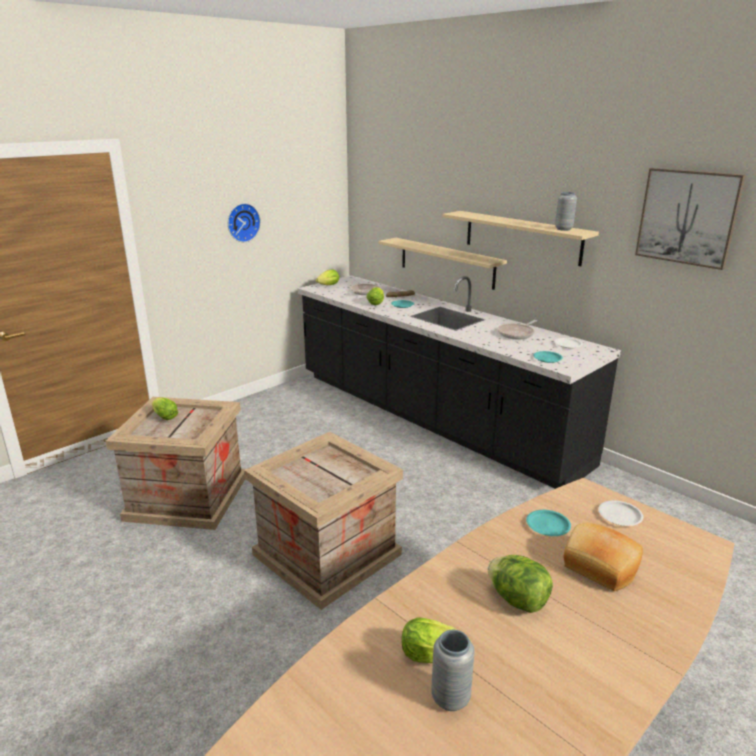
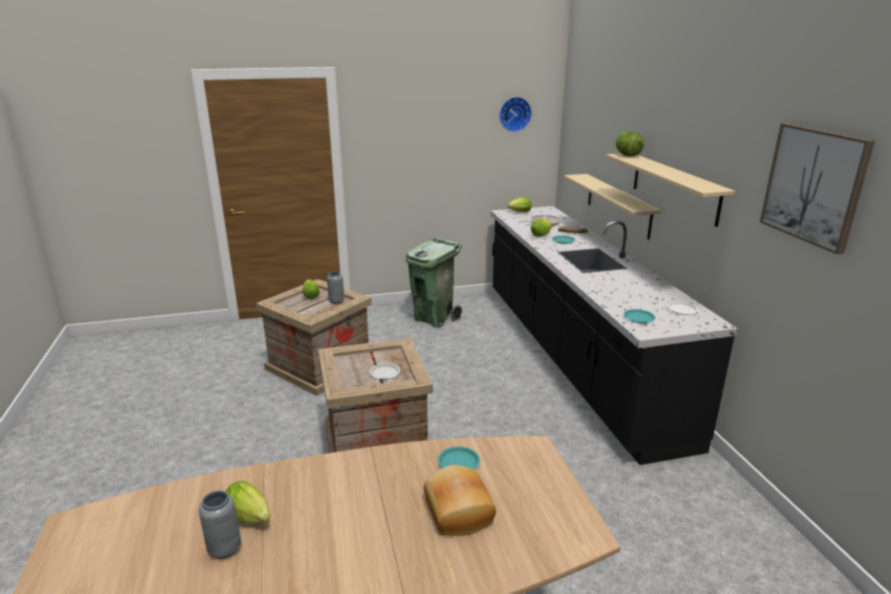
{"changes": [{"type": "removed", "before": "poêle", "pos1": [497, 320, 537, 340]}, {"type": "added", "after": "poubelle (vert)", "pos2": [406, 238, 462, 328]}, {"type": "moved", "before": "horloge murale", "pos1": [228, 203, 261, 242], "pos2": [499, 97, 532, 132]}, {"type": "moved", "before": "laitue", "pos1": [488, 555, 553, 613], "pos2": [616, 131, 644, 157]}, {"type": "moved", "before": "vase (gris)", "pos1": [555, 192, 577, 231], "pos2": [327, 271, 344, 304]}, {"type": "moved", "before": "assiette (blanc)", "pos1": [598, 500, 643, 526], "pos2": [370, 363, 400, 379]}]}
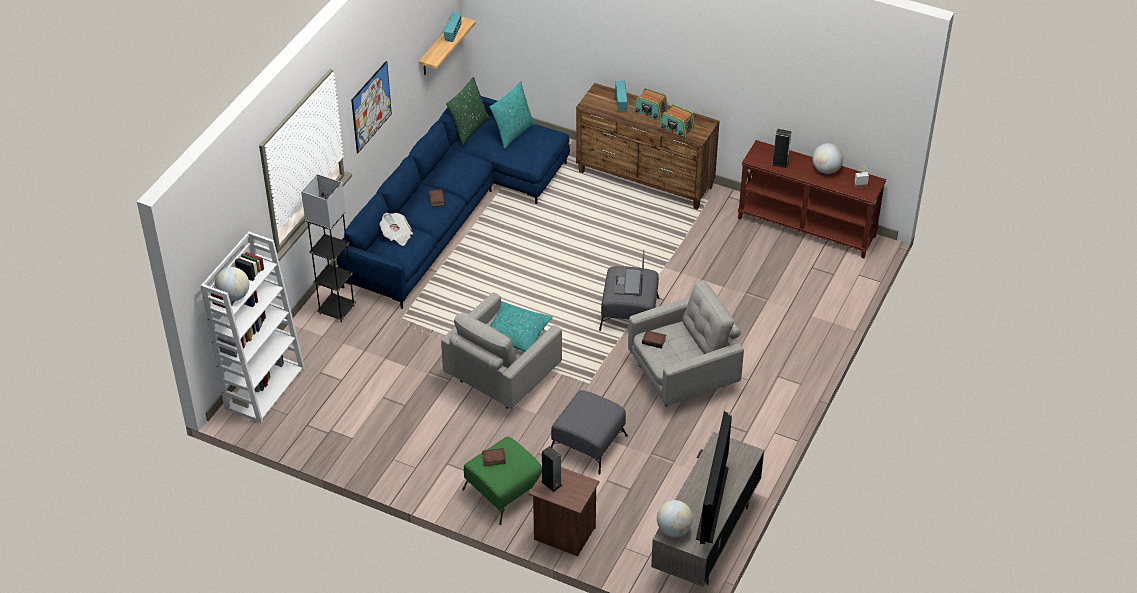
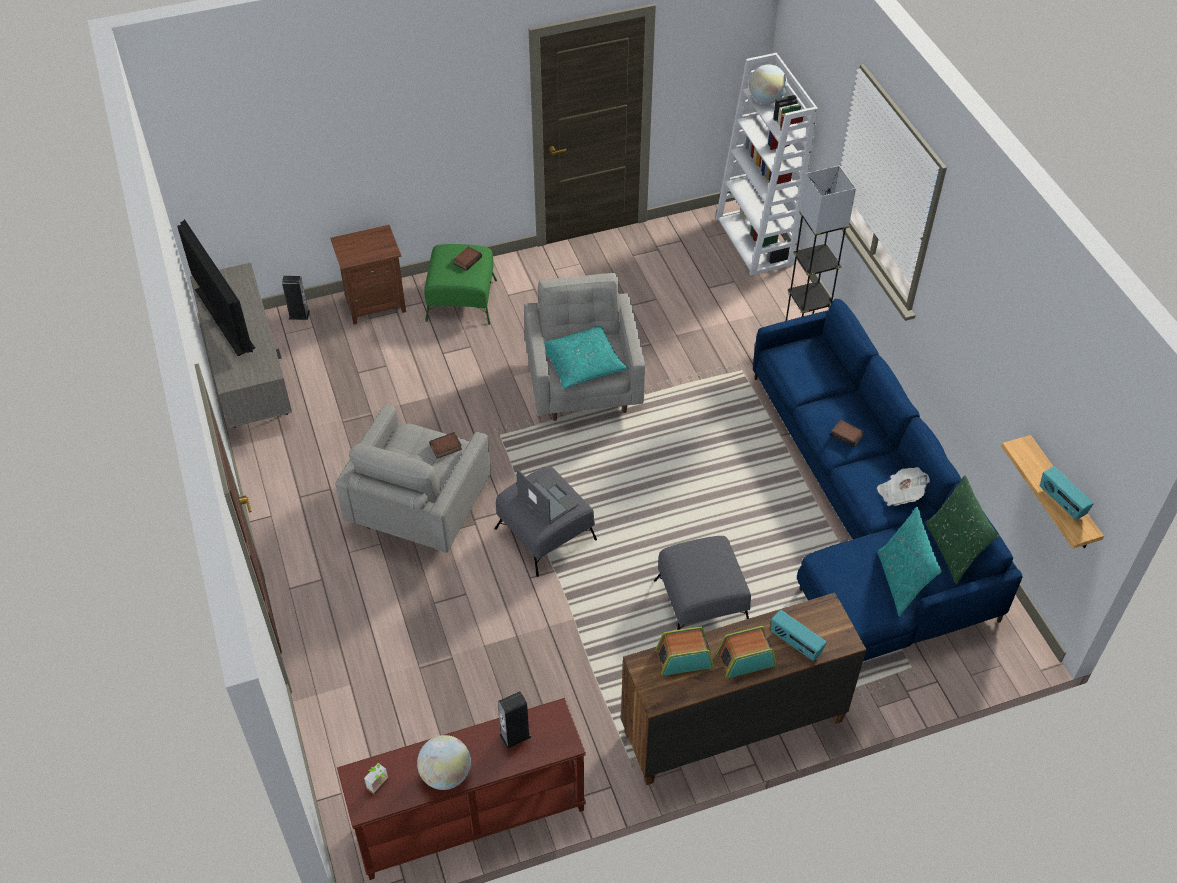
{"changes": [{"type": "removed", "before": "tableau", "pos1": [351, 61, 392, 153]}, {"type": "removed", "before": "globe", "pos1": [657, 500, 693, 537]}, {"type": "moved", "before": "journal", "pos1": [379, 213, 413, 246], "pos2": [877, 467, 930, 506]}, {"type": "moved", "before": "enceinte", "pos1": [541, 446, 563, 492], "pos2": [282, 276, 310, 320]}, {"type": "moved", "before": "pouf (gris)", "pos1": [551, 390, 628, 475], "pos2": [654, 536, 751, 630]}]}
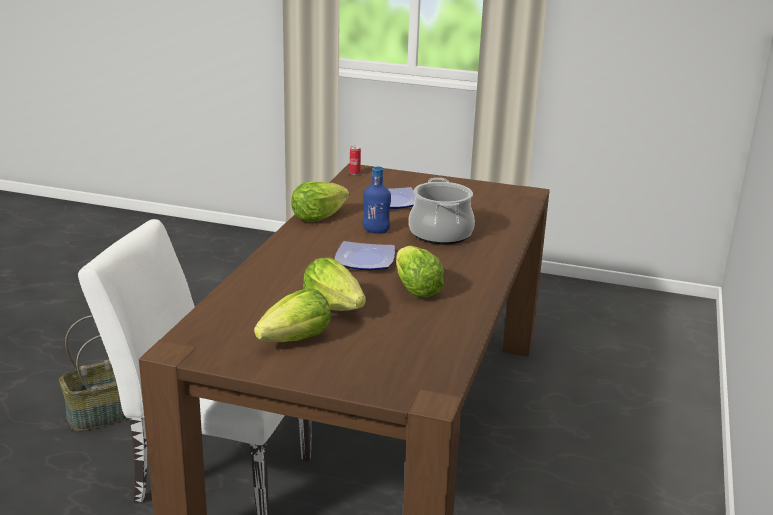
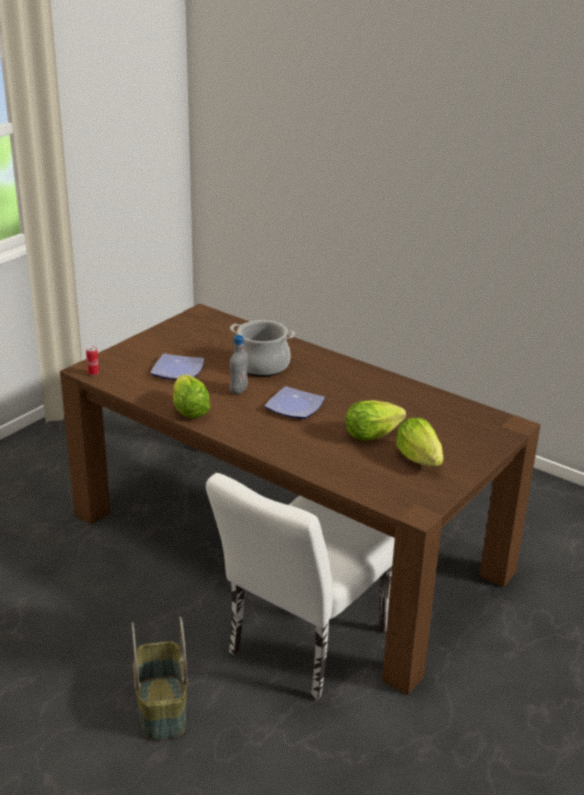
{"changes": [{"type": "removed", "before": "laitue", "pos1": [396, 246, 444, 297]}, {"type": "recoloured", "before": "bouteille (bleu)", "after": "bouteille (gris)", "pos1": [363, 166, 391, 234], "pos2": [230, 335, 248, 395]}]}
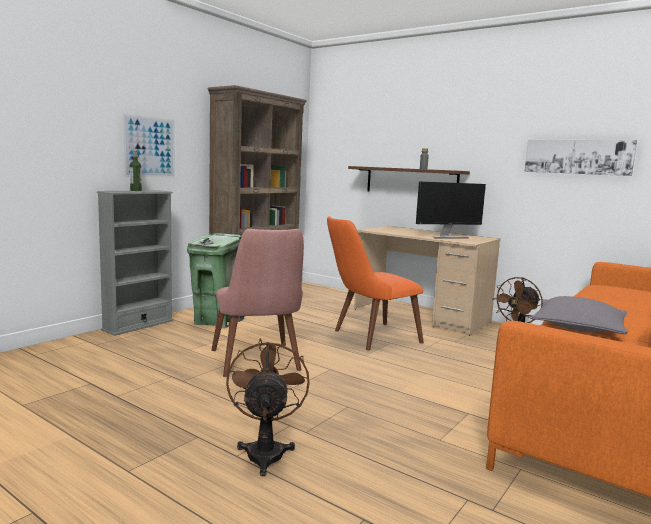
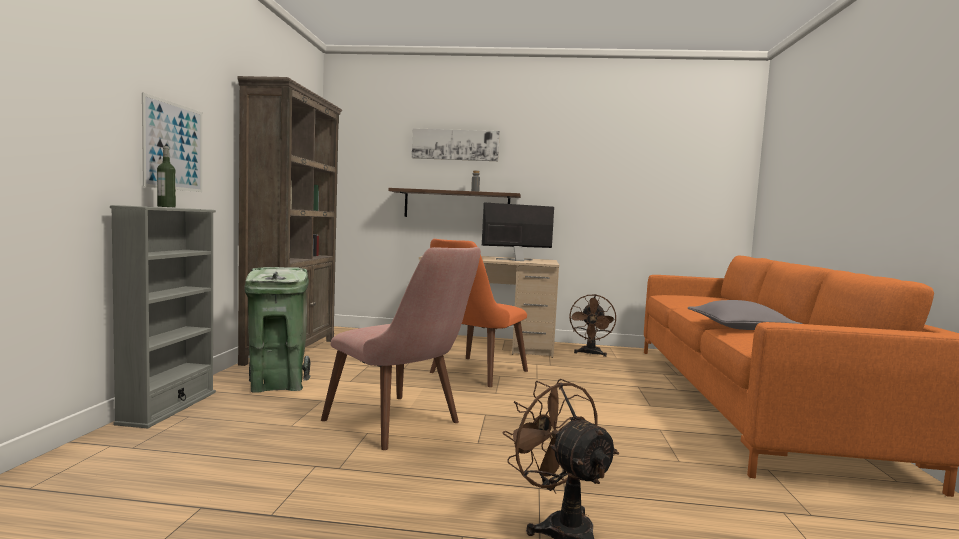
{"changes": [{"type": "moved", "before": "tableau", "pos1": [525, 140, 637, 176], "pos2": [412, 128, 500, 161]}, {"type": "turned", "before": "écran d'ordinateur", "pos1": [416, 181, 486, 239], "pos2": [482, 203, 554, 261], "turn": -150}]}
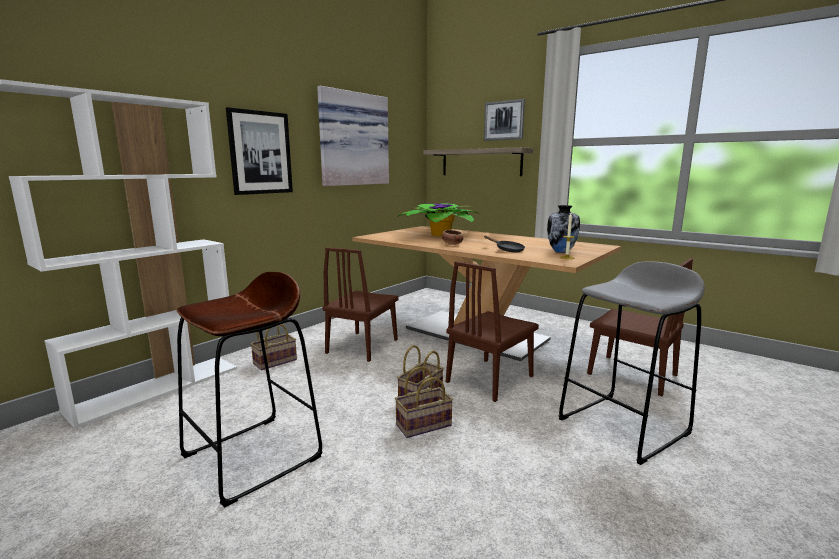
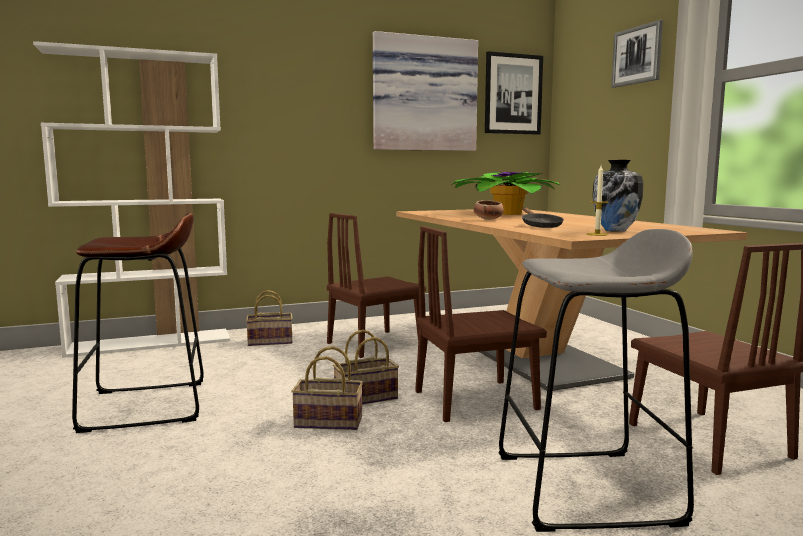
{"changes": [{"type": "removed", "before": "étagère", "pos1": [423, 147, 533, 176]}, {"type": "moved", "before": "tableau", "pos1": [226, 107, 293, 195], "pos2": [485, 51, 543, 135]}]}
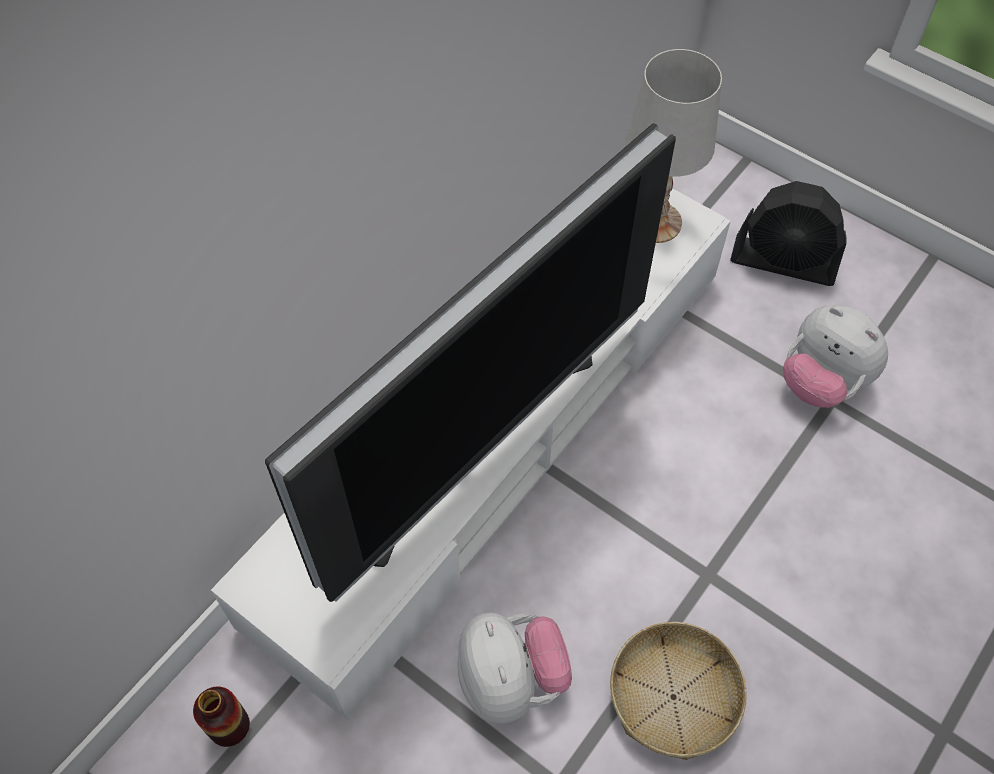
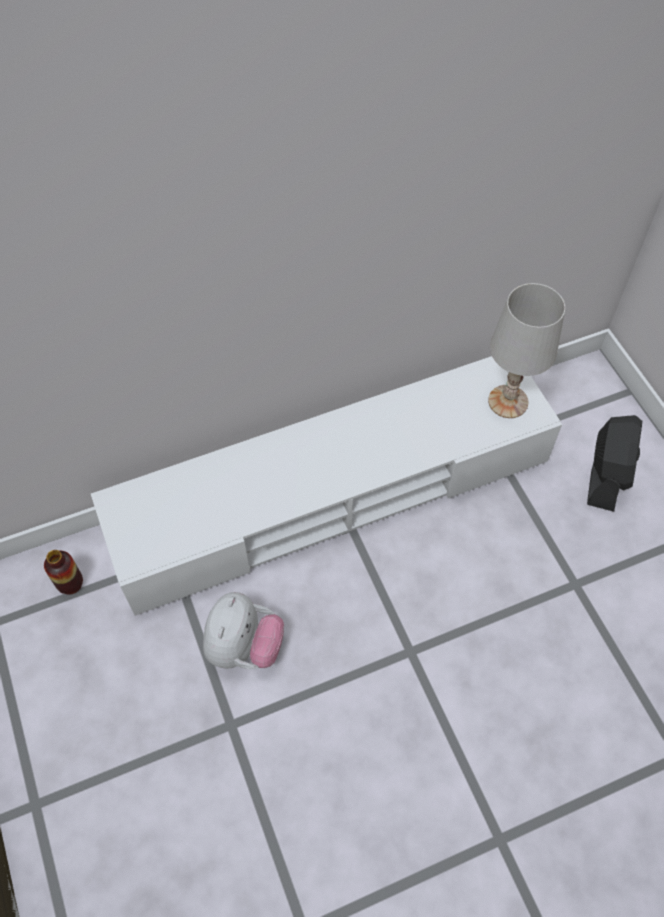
{"changes": [{"type": "removed", "before": "téléviseur", "pos1": [265, 123, 676, 602]}, {"type": "removed", "before": "panier", "pos1": [610, 622, 747, 760]}, {"type": "removed", "before": "peluche", "pos1": [783, 305, 888, 408]}, {"type": "turned", "before": "ventilateur (noir)", "pos1": [730, 181, 846, 286], "pos2": [587, 415, 642, 512], "turn": -120}]}
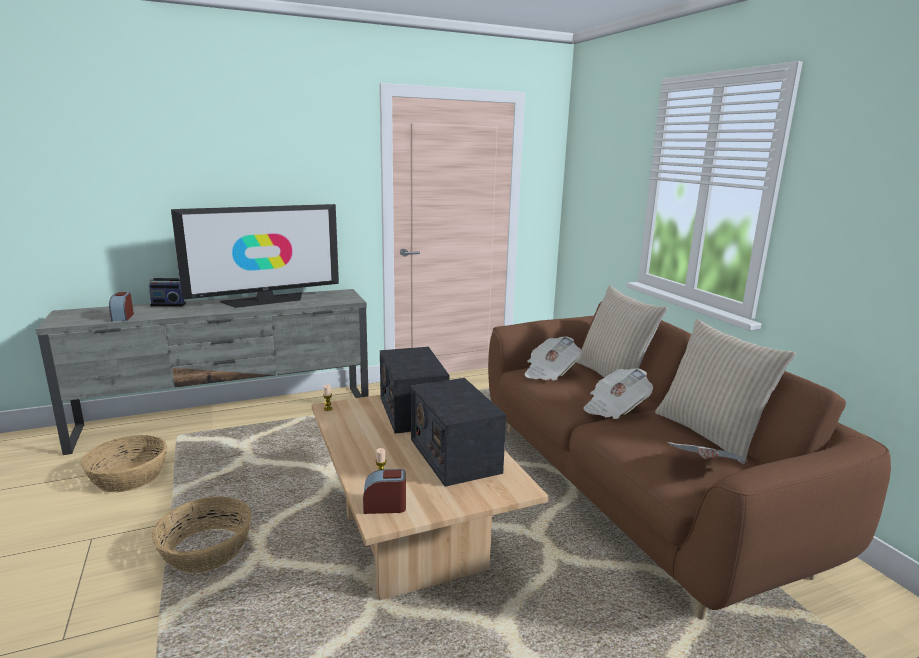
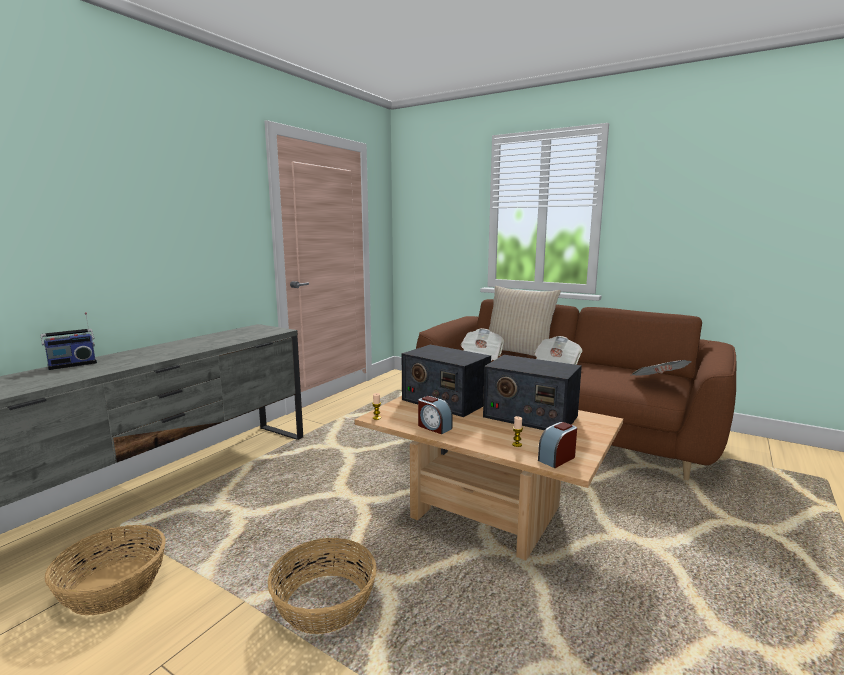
{"changes": [{"type": "removed", "before": "téléviseur", "pos1": [171, 204, 339, 308]}, {"type": "removed", "before": "coussin (beige)", "pos1": [655, 319, 796, 464]}, {"type": "moved", "before": "réveil", "pos1": [109, 292, 134, 321], "pos2": [418, 396, 453, 434]}]}
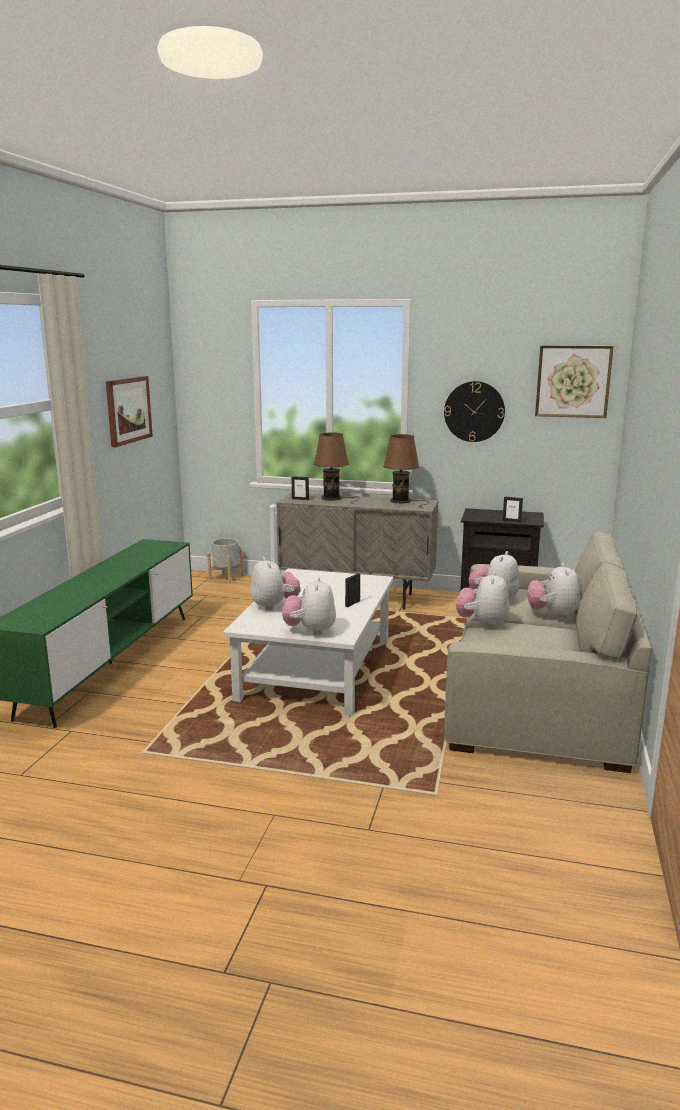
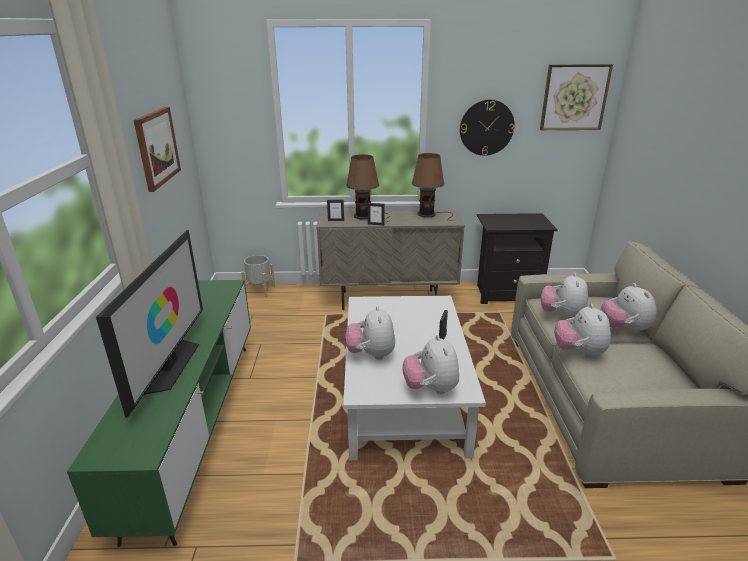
{"changes": [{"type": "added", "after": "téléviseur", "pos2": [96, 230, 203, 418]}, {"type": "moved", "before": "cadre photo", "pos1": [503, 496, 523, 522], "pos2": [368, 203, 384, 225]}, {"type": "turned", "before": "peluche", "pos1": [250, 557, 301, 610], "pos2": [346, 306, 395, 360], "turn": -150}]}
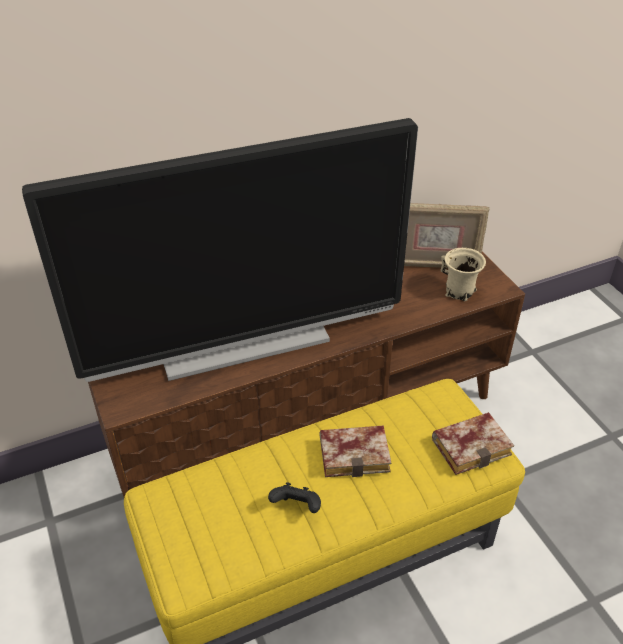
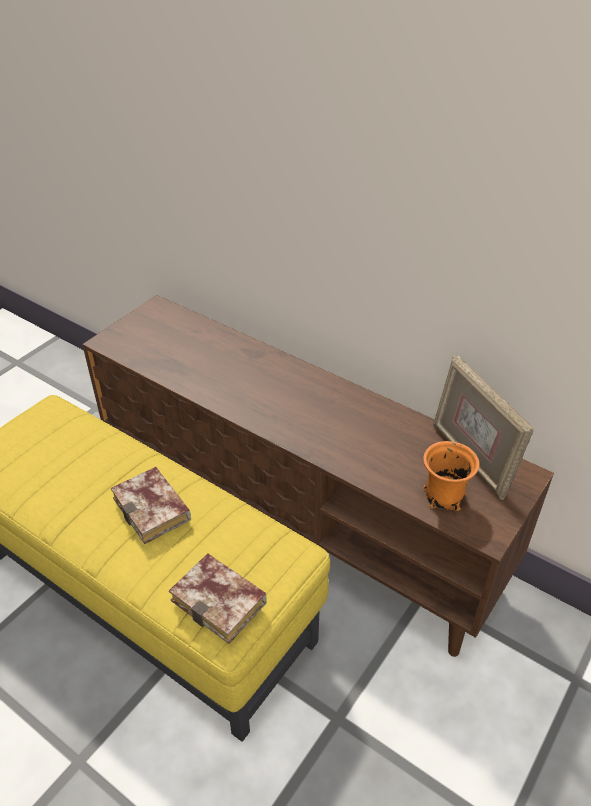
{"changes": [{"type": "removed", "before": "téléviseur", "pos1": [22, 118, 418, 382]}, {"type": "removed", "before": "manette (noir)", "pos1": [268, 482, 321, 513]}, {"type": "recoloured", "before": "mug (beige)", "after": "mug (orange)", "pos1": [441, 248, 486, 301], "pos2": [423, 441, 479, 511]}]}
